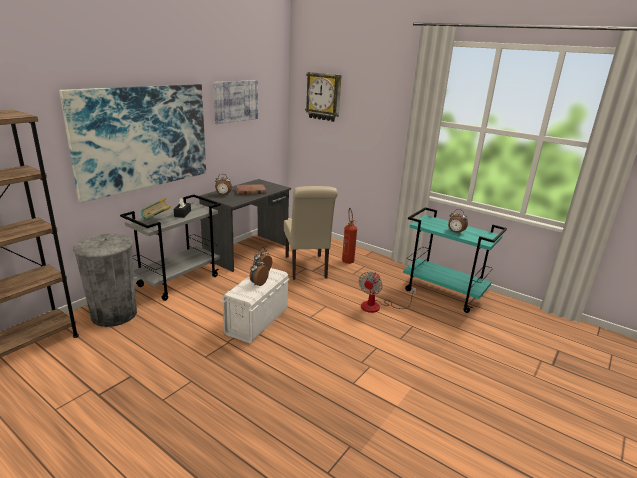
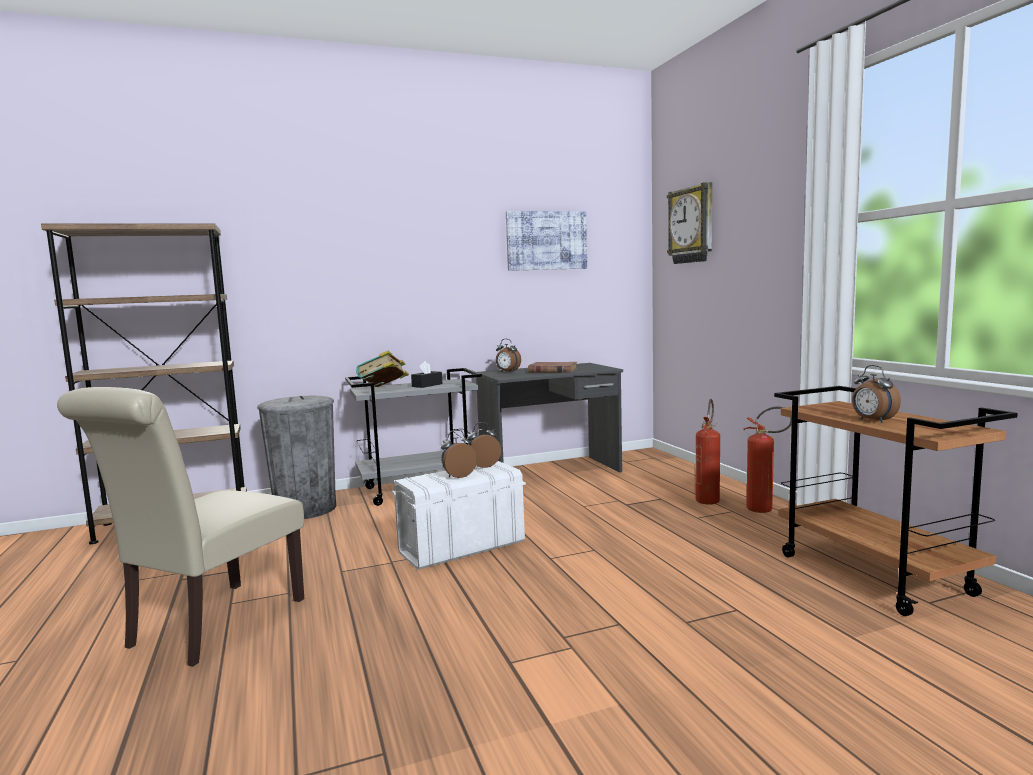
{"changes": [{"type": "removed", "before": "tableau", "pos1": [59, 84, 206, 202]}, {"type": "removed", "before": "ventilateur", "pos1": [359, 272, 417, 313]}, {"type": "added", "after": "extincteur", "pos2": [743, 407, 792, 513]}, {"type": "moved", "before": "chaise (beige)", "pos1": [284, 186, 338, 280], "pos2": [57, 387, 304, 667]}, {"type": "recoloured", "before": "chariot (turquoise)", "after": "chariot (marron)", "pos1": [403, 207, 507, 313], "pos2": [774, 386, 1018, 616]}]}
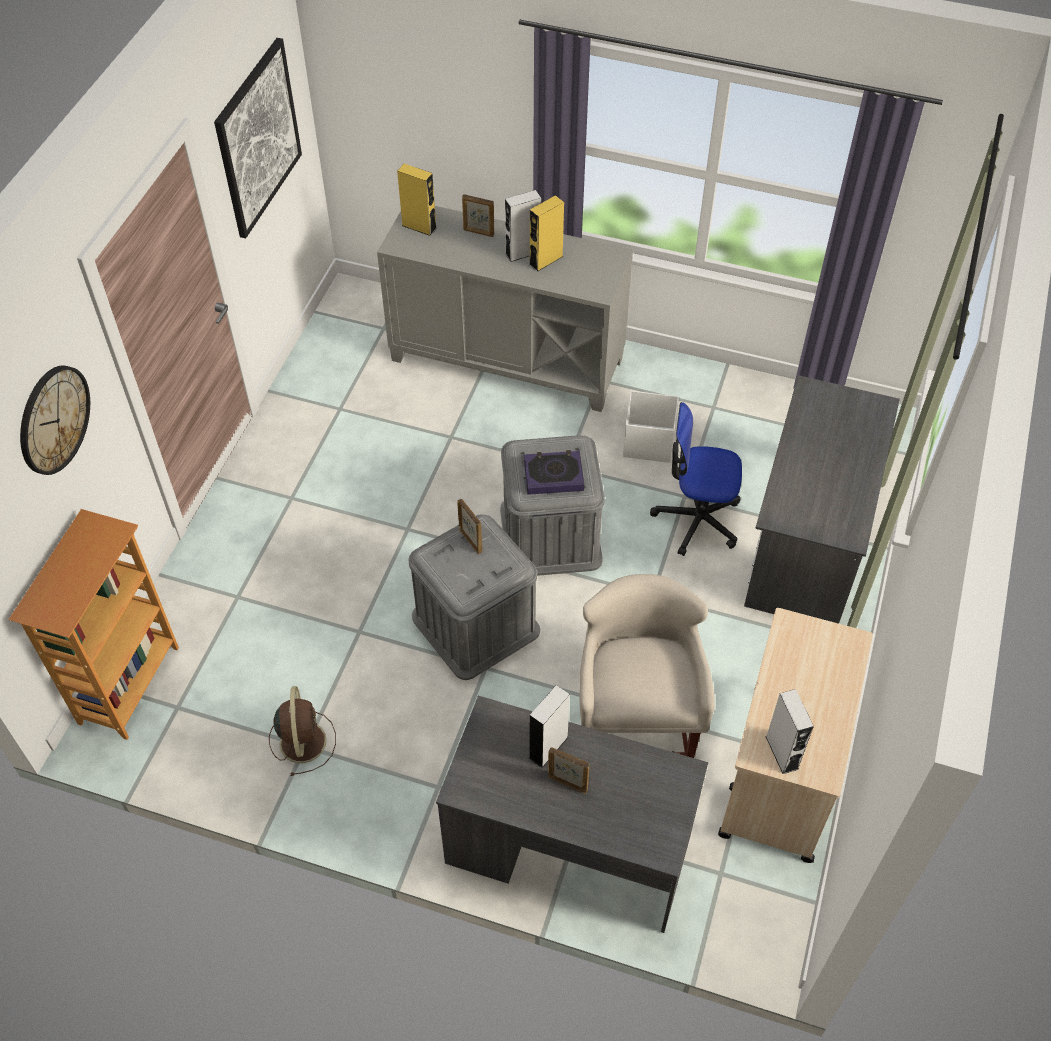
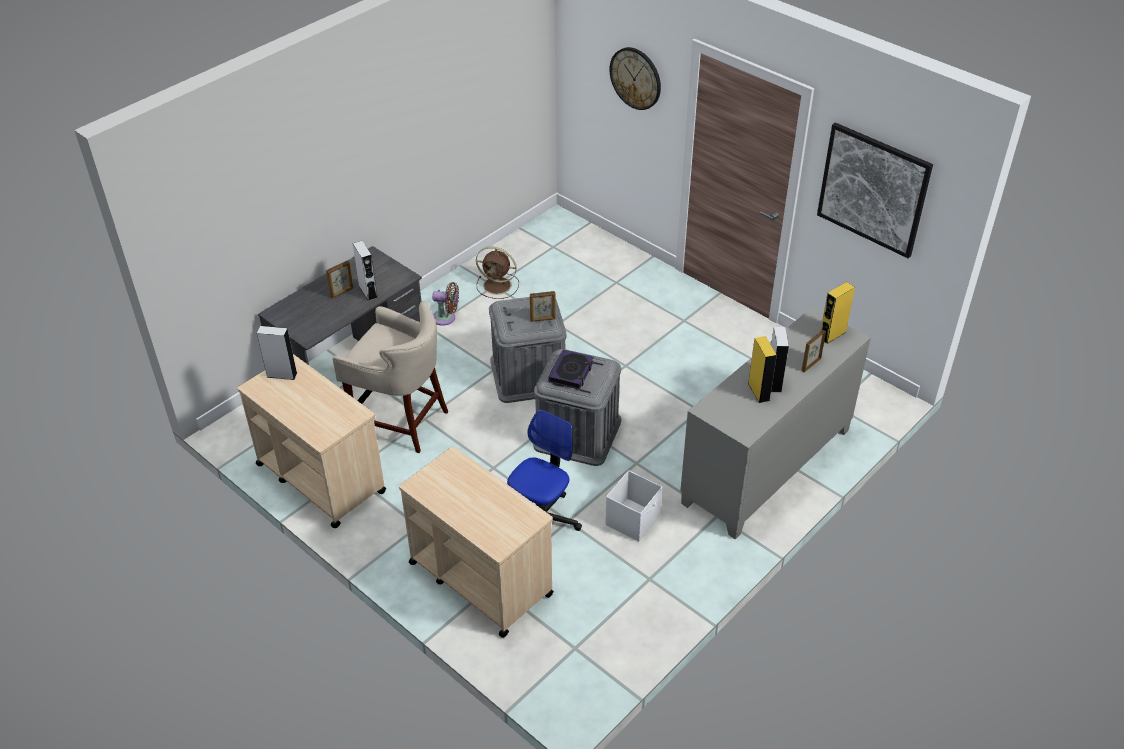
{"changes": [{"type": "removed", "before": "bibliothèque", "pos1": [8, 509, 179, 740]}, {"type": "added", "after": "ventilateur (marron)", "pos2": [432, 282, 459, 326]}, {"type": "replaced", "before": "bureau (gris)", "after": "chariot (beige)", "pos1": [744, 375, 900, 624], "pos2": [399, 446, 554, 638]}]}
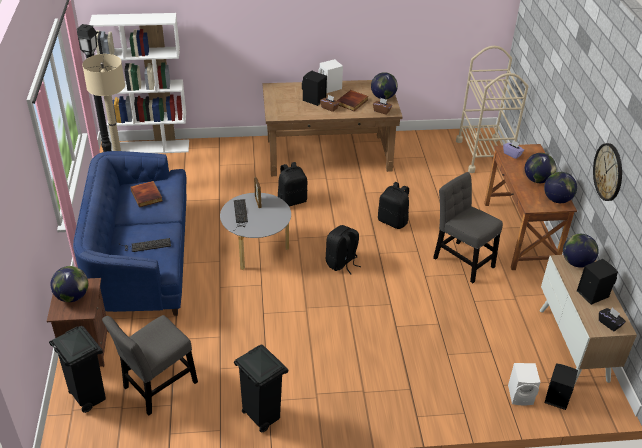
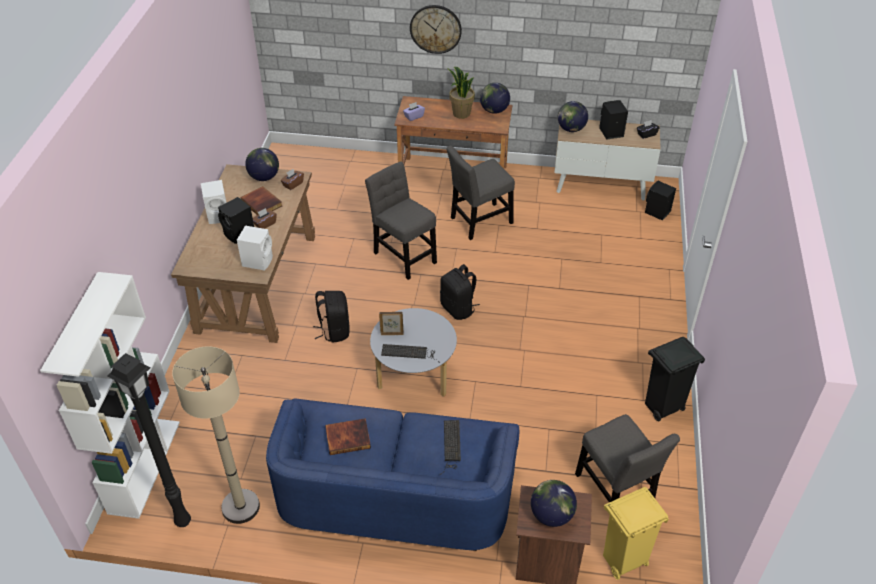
{"changes": [{"type": "removed", "before": "chariot (beige)", "pos1": [456, 46, 528, 173]}, {"type": "moved", "before": "enceinte (blanc)", "pos1": [508, 363, 540, 405], "pos2": [237, 226, 273, 271]}, {"type": "moved", "before": "horloge murale", "pos1": [593, 143, 622, 201], "pos2": [410, 5, 462, 54]}, {"type": "replaced", "before": "sac à dos (noir)", "after": "chaise (gris)", "pos1": [378, 182, 409, 229], "pos2": [365, 161, 437, 280]}, {"type": "replaced", "before": "globe", "after": "plante en pot", "pos1": [525, 153, 556, 183], "pos2": [447, 67, 475, 119]}, {"type": "recoloured", "before": "poubelle (noir)", "after": "poubelle (jaune)", "pos1": [49, 326, 106, 413], "pos2": [603, 487, 669, 580]}]}
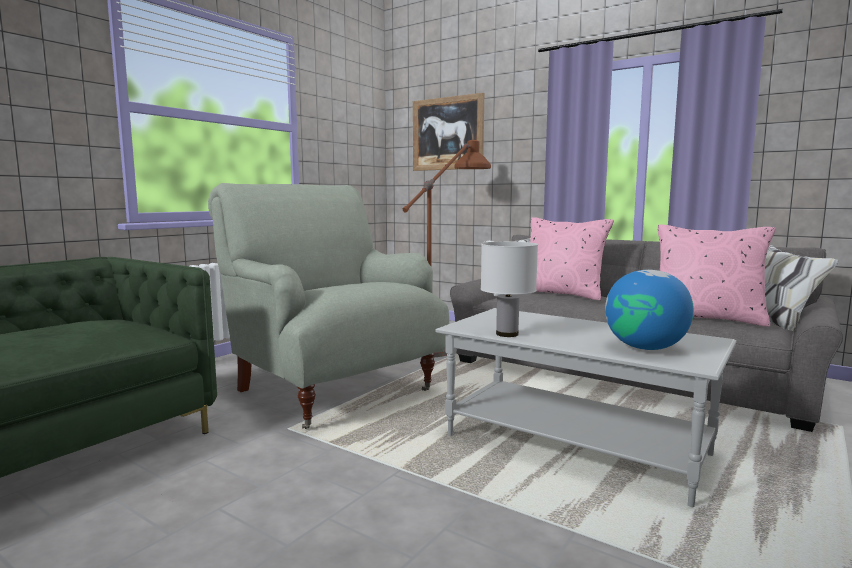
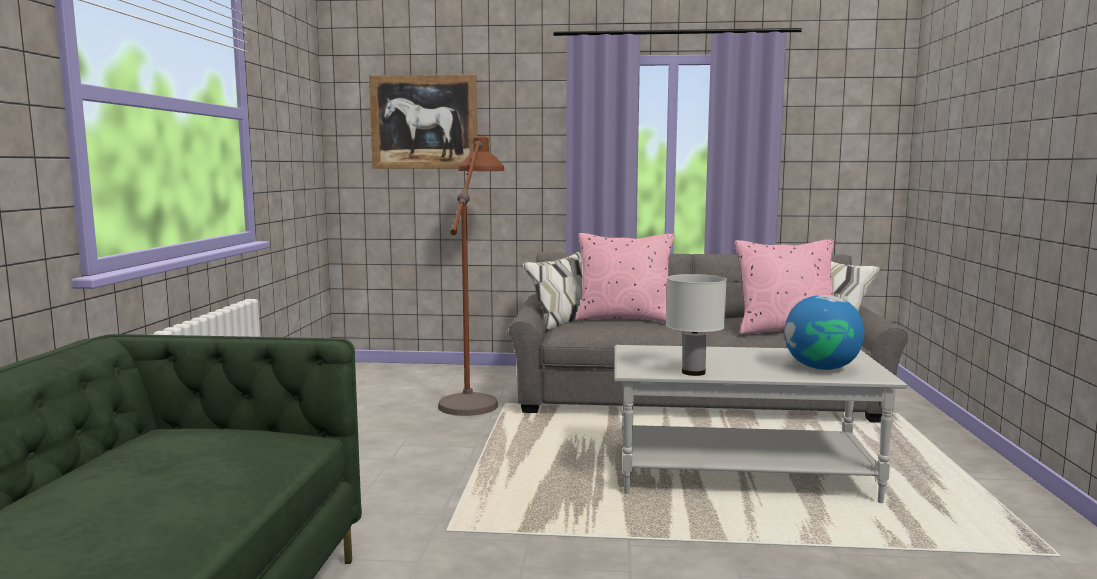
{"changes": [{"type": "removed", "before": "fauteuil (gris)", "pos1": [208, 183, 449, 429]}]}
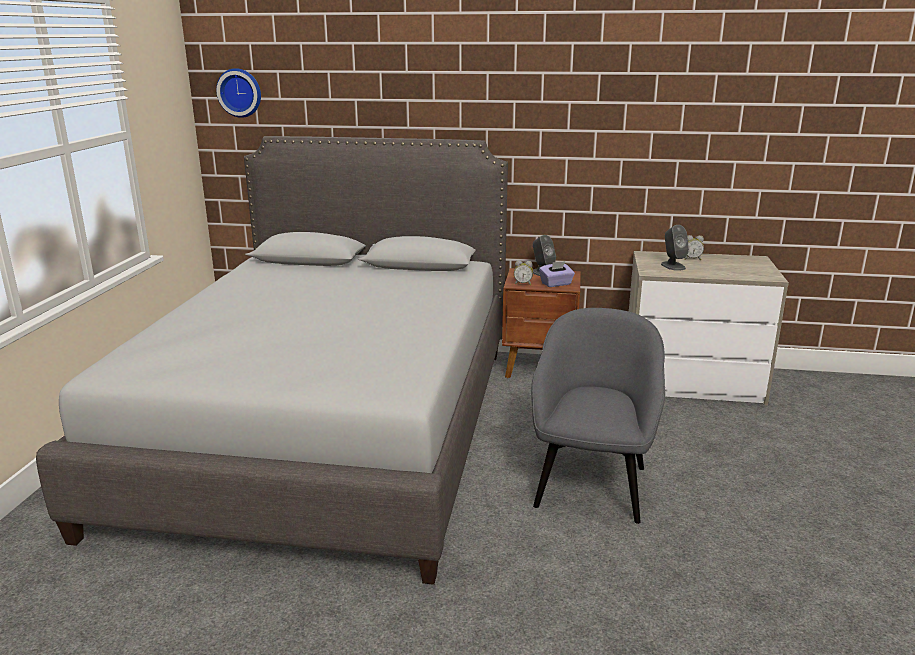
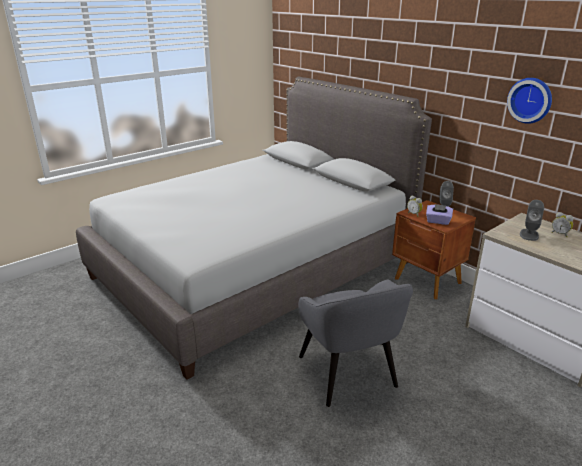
{"changes": [{"type": "moved", "before": "horloge murale", "pos1": [216, 68, 261, 118], "pos2": [507, 78, 552, 124]}, {"type": "turned", "before": "fauteuil (gris)", "pos1": [531, 308, 665, 524], "pos2": [298, 280, 413, 407], "turn": 105}]}
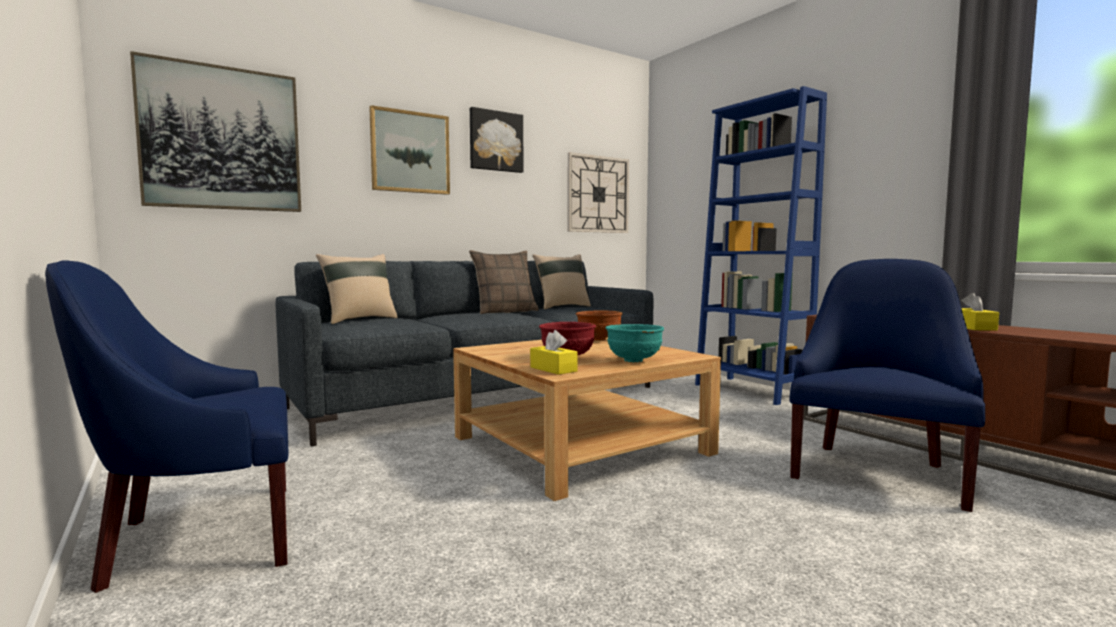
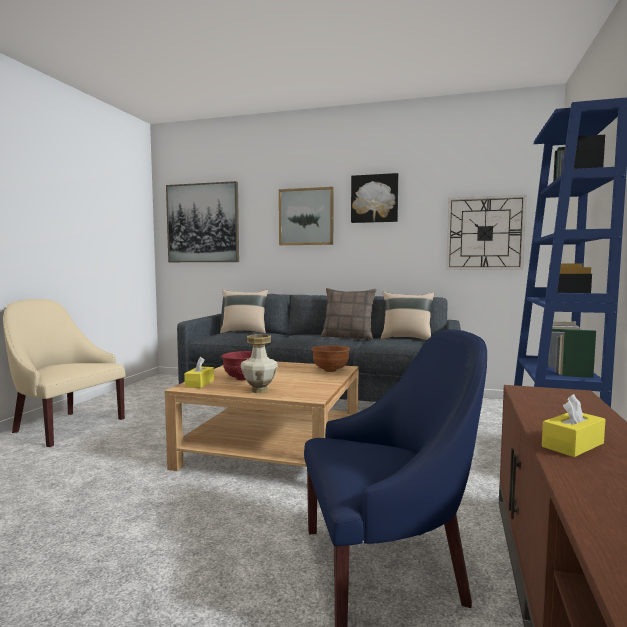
{"changes": [{"type": "replaced", "before": "bol (turquoise)", "after": "vase", "pos1": [605, 324, 664, 363], "pos2": [241, 334, 278, 393]}, {"type": "recoloured", "before": "fauteuil (bleu)", "after": "fauteuil (beige)", "pos1": [45, 260, 288, 593], "pos2": [3, 299, 126, 447]}]}
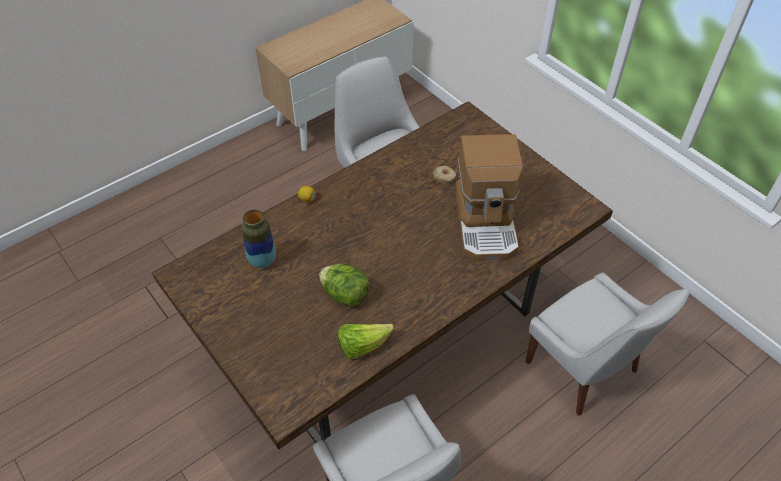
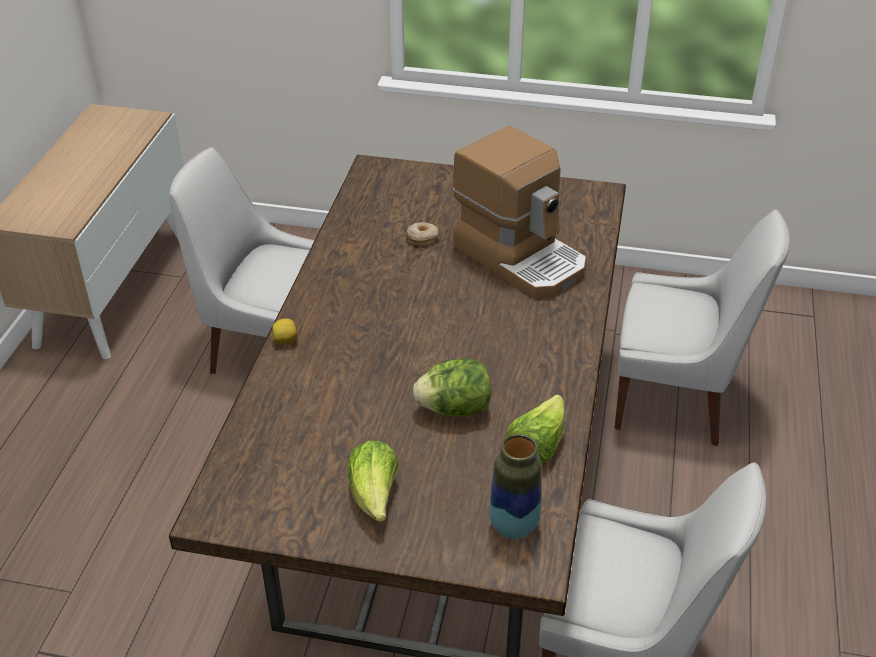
{"changes": [{"type": "added", "after": "laitue", "pos2": [348, 441, 399, 522]}, {"type": "moved", "before": "vase", "pos1": [242, 209, 276, 268], "pos2": [489, 434, 542, 539]}]}
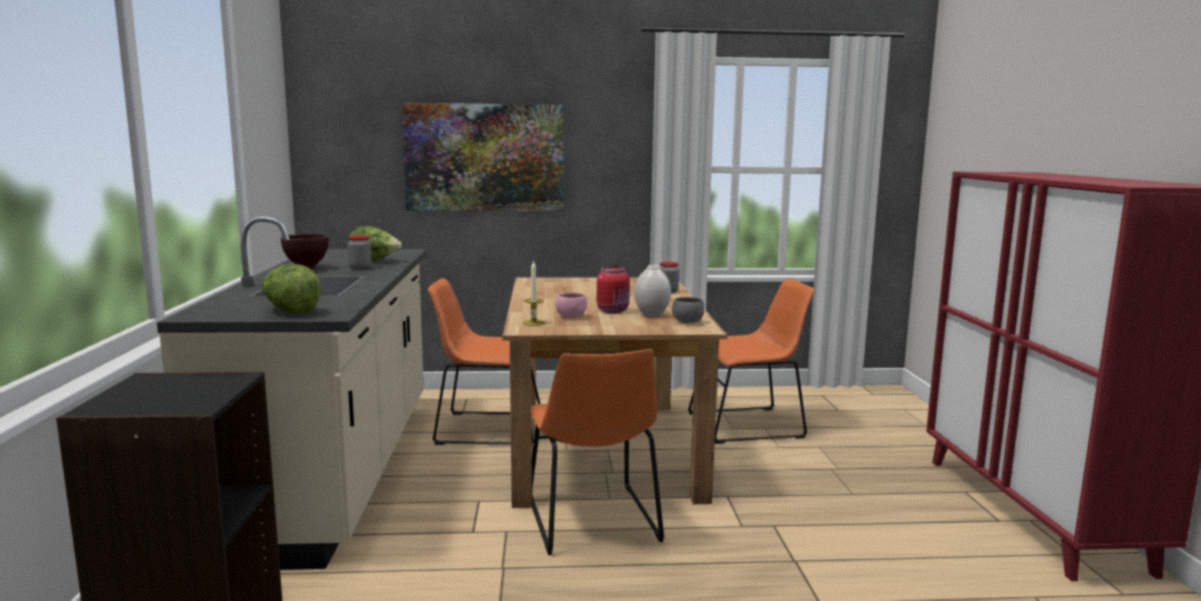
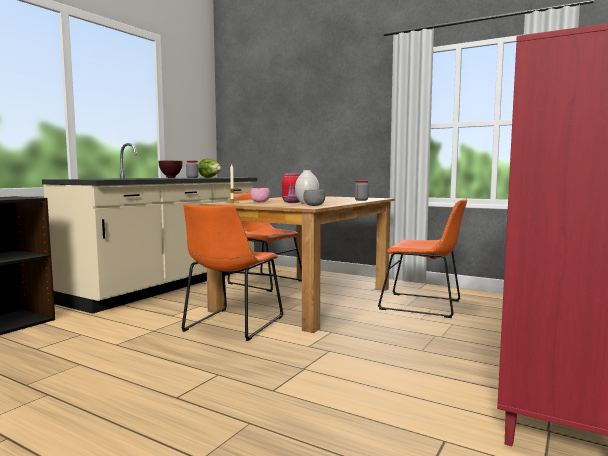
{"changes": [{"type": "removed", "before": "laitue", "pos1": [262, 264, 321, 313]}, {"type": "removed", "before": "tableau", "pos1": [402, 103, 564, 211]}]}
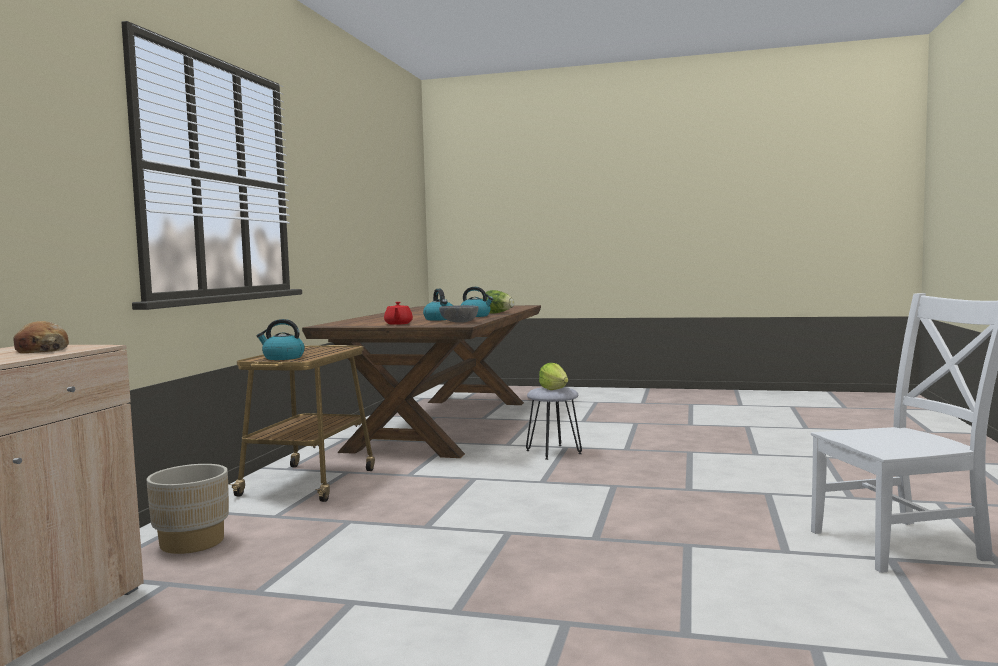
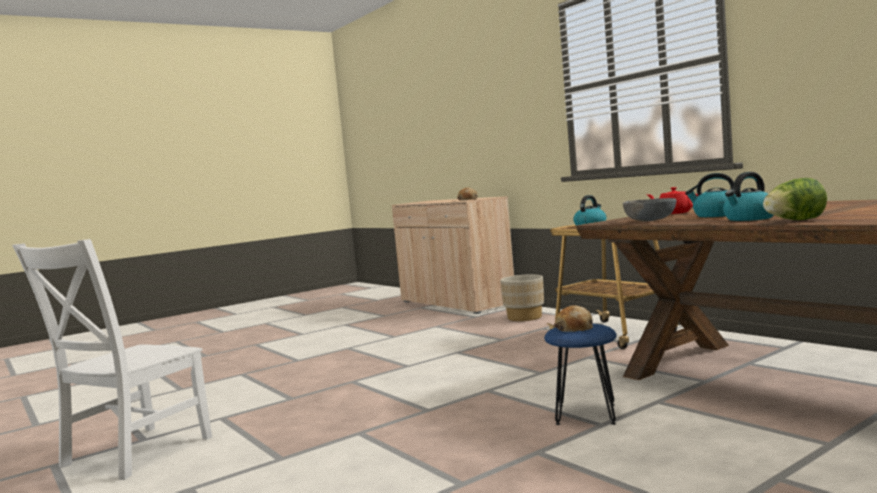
{"changes": [{"type": "replaced", "before": "laitue", "after": "pain", "pos1": [539, 363, 568, 390], "pos2": [554, 306, 593, 332]}, {"type": "recoloured", "before": "tabouret (gris)", "after": "tabouret (bleu)", "pos1": [526, 387, 582, 460], "pos2": [544, 323, 617, 425]}]}
